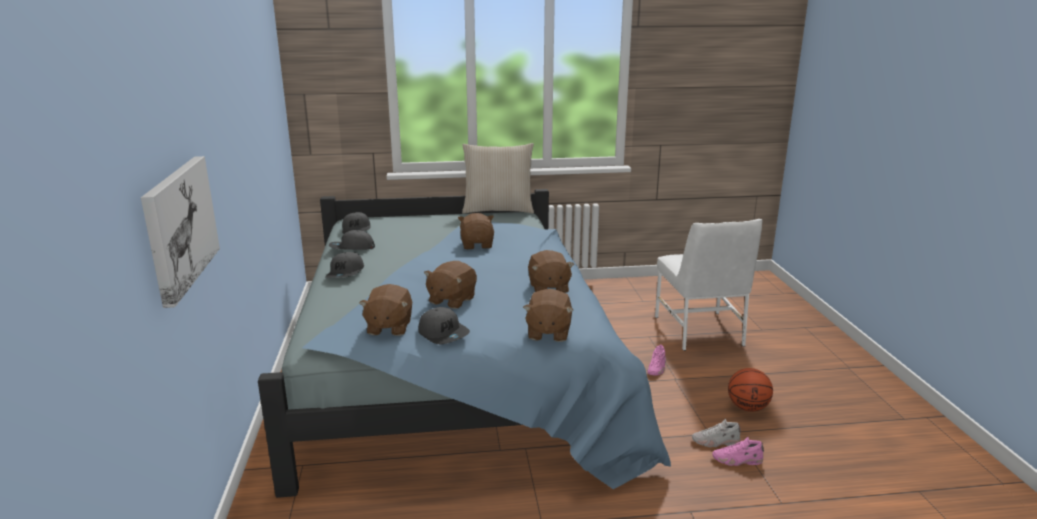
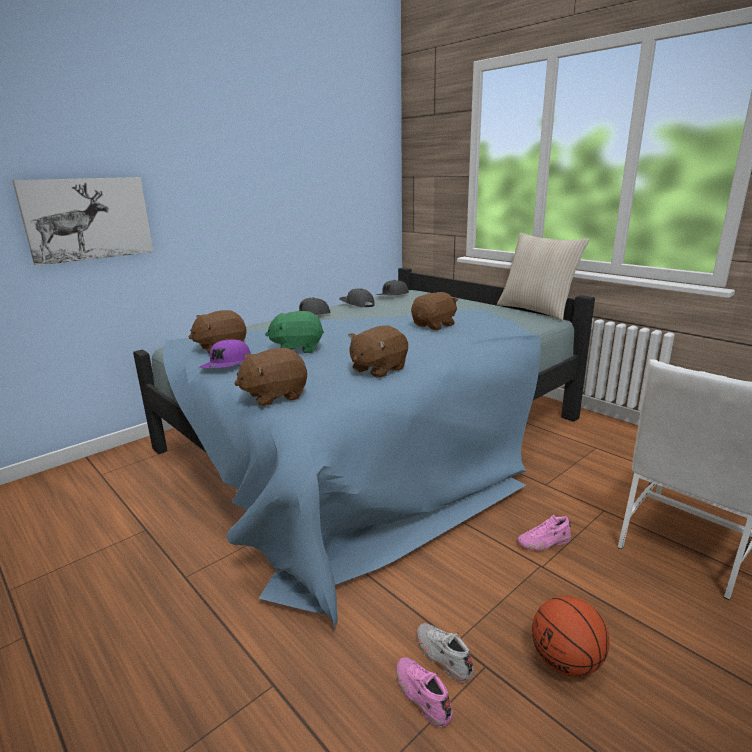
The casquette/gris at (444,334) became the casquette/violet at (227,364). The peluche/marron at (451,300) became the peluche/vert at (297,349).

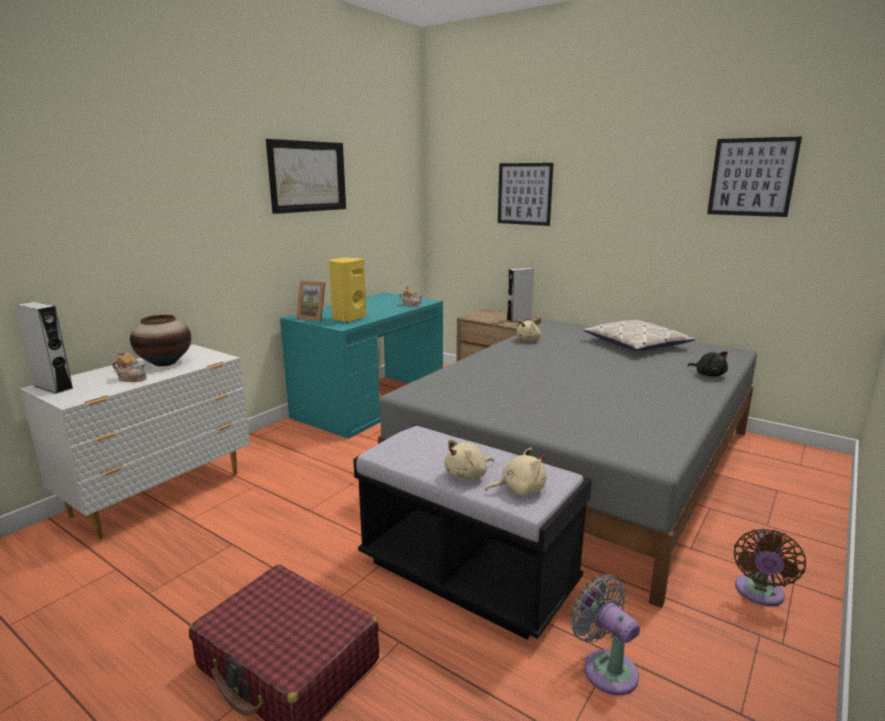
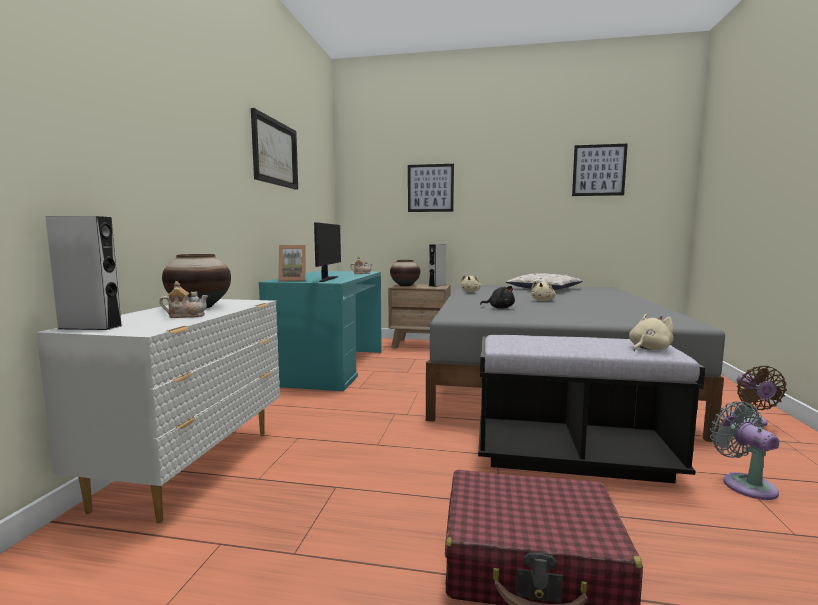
The vase at (405,286) appeared. The peluche/beige moved from (468,475) to (543,300). The peluche/noir moved from (708,375) to (499,308). The enceinte/jaune at (348,318) was replaced by the écran d'ordinateur at (327,279). The ventilateur/gris at (605,667) turned 45 degrees clockwise.

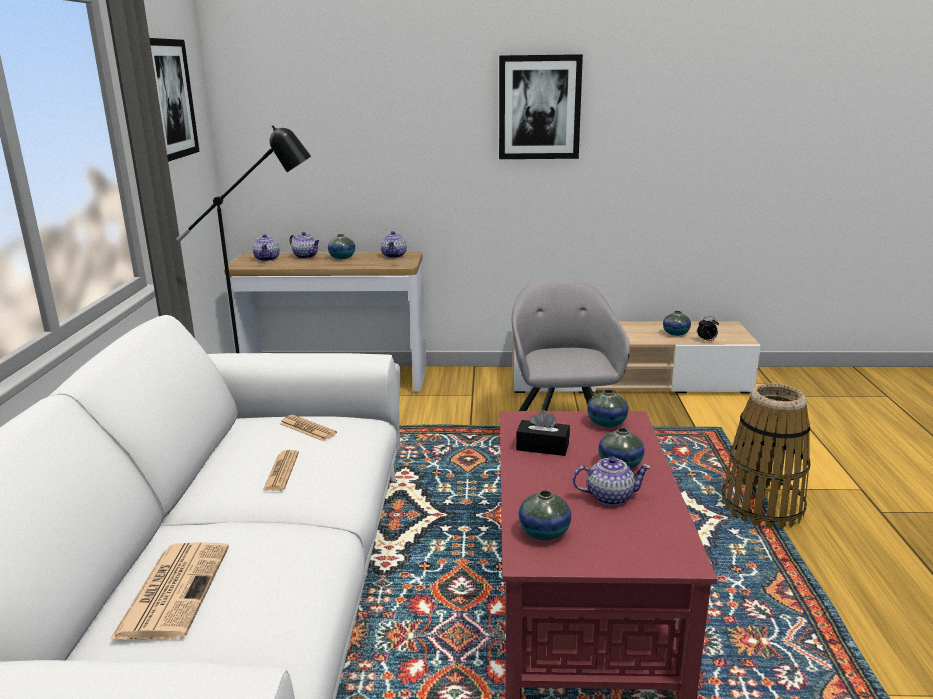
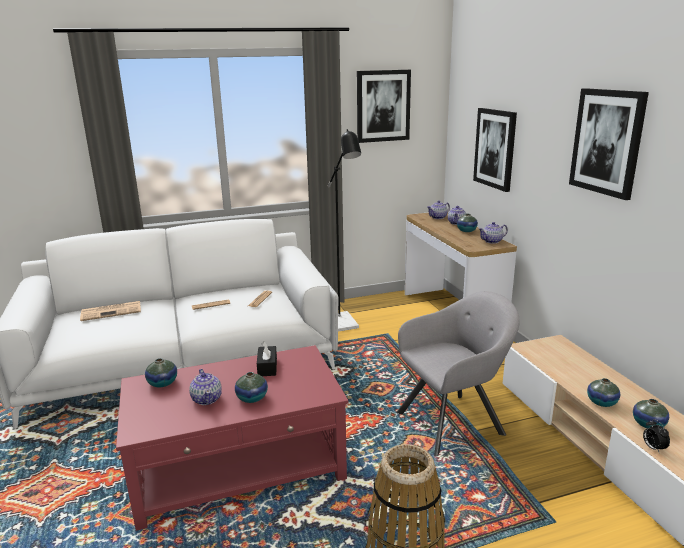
The tableau at (495,148) appeared. The vase moved from (606,423) to (601,402).

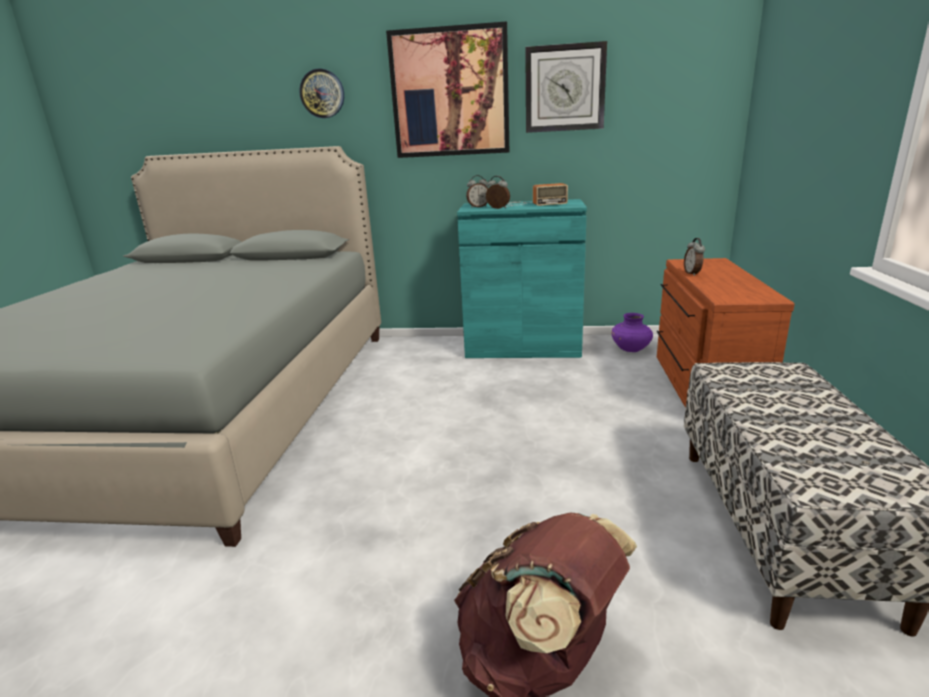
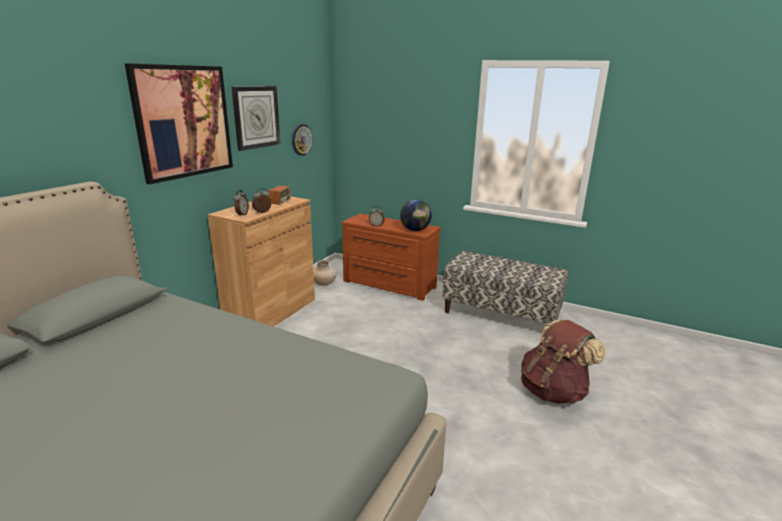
The globe at (415,230) appeared. The horloge murale moved from (322,93) to (301,139). The meuble de rangement/turquoise at (522,347) became the meuble de rangement/marron at (271,312). The vase/violet at (631,349) became the vase/beige at (324,283).

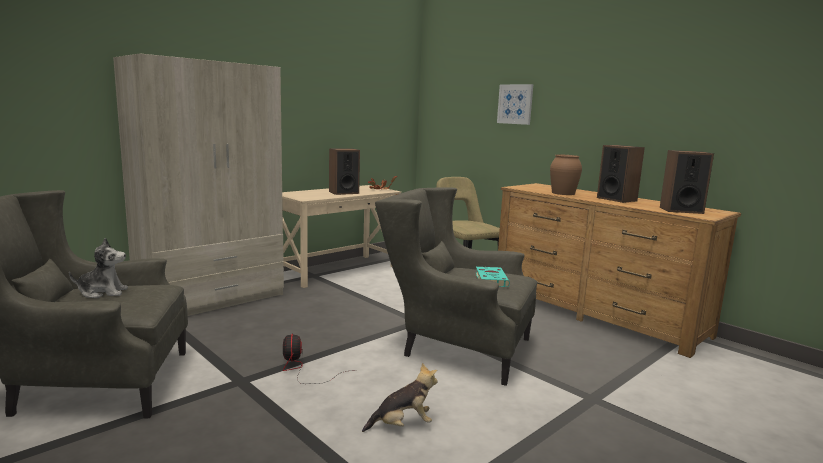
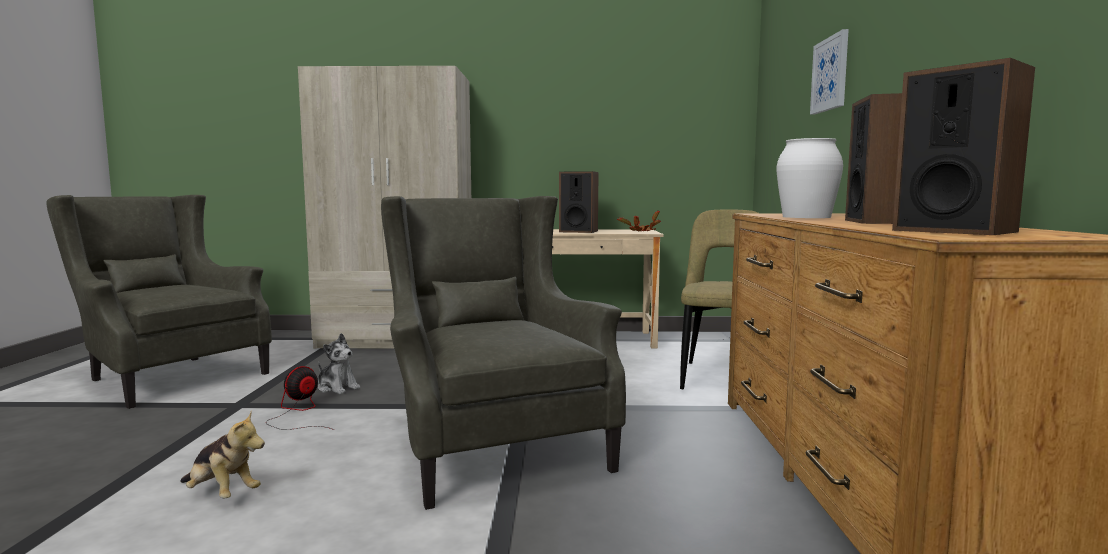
The livre/turquoise at (491,279) disappeared. The peluche moved from (103,292) to (337,388). The vase/marron at (563,193) became the vase/blanc at (807,217).

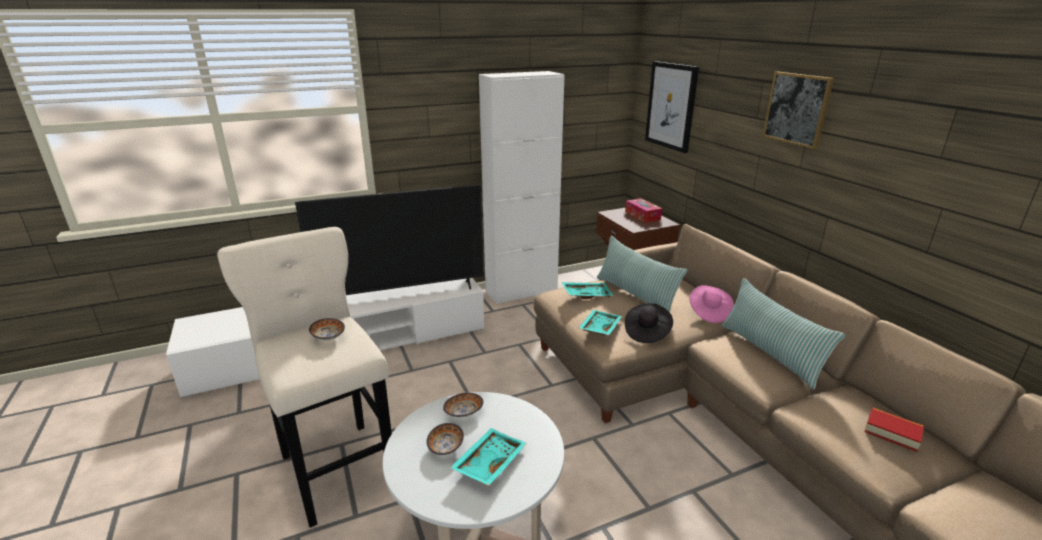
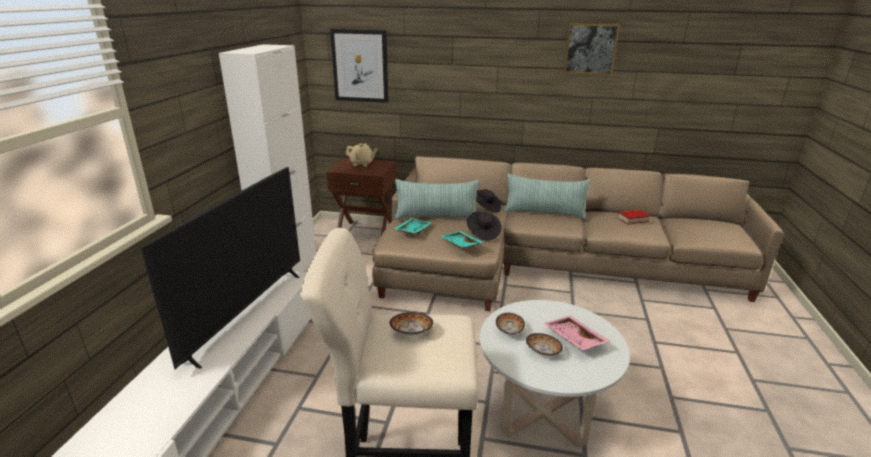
The tableau moved from (797,109) to (590,49). The boîte à mouchoirs at (642,215) was replaced by the théière/beige at (362,163). The plateau/turquoise at (488,463) became the plateau/rose at (573,339). The chapeau/rose at (709,312) became the chapeau/noir at (486,208).

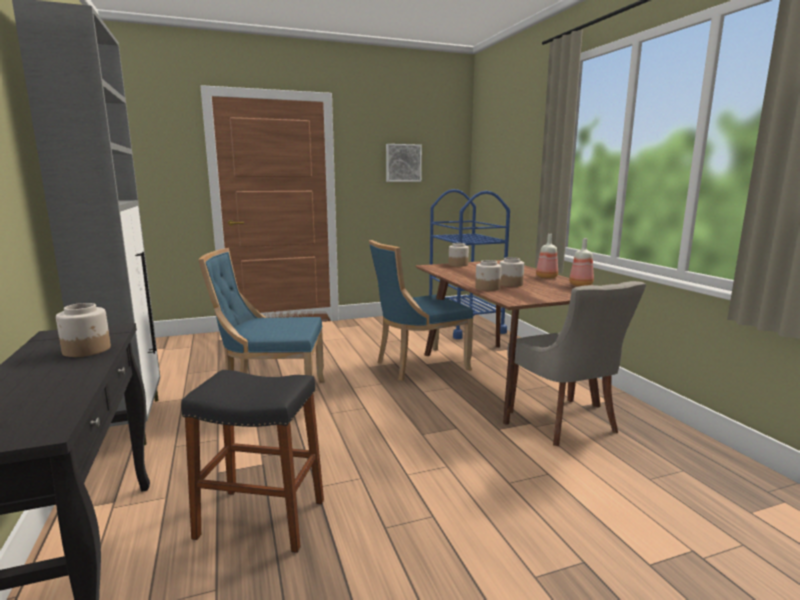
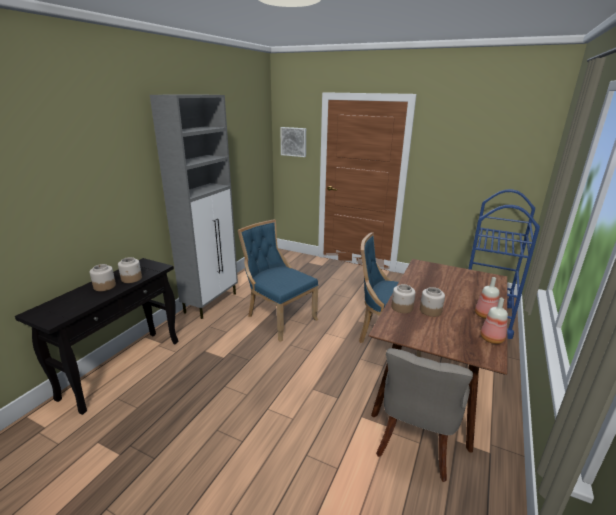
The tabouret/noir at (261,518) disappeared. The tableau moved from (403,163) to (294,141). The bocal moved from (458,264) to (104,286).

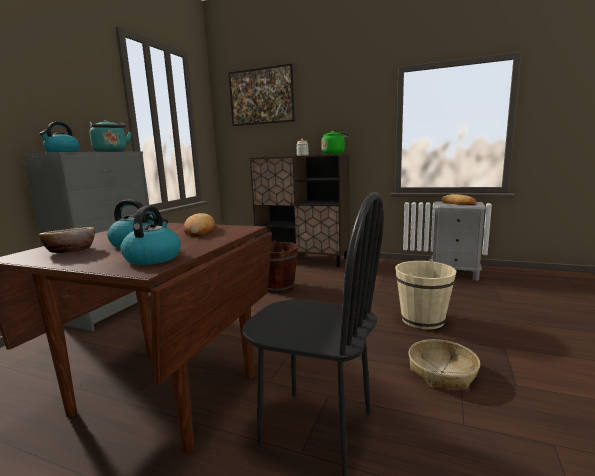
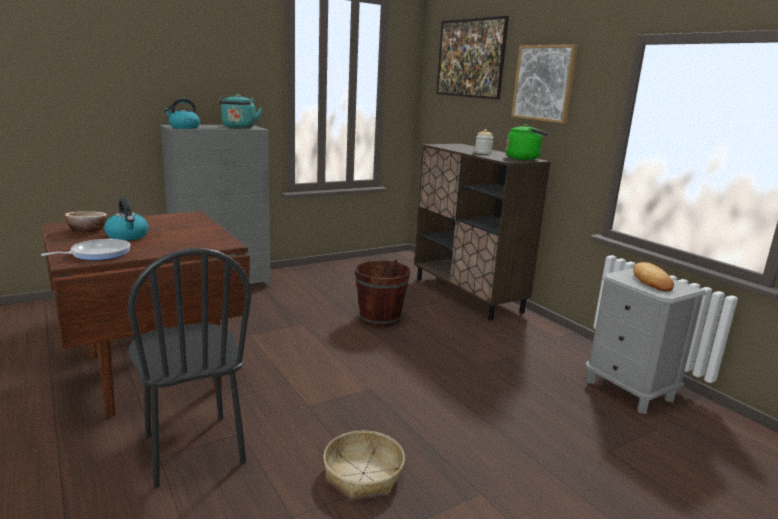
The pain at (199,230) disappeared. The seau/beige at (422,319) disappeared. The tableau at (544,83) appeared. The bouilloire at (153,258) was replaced by the poêle at (97,254).

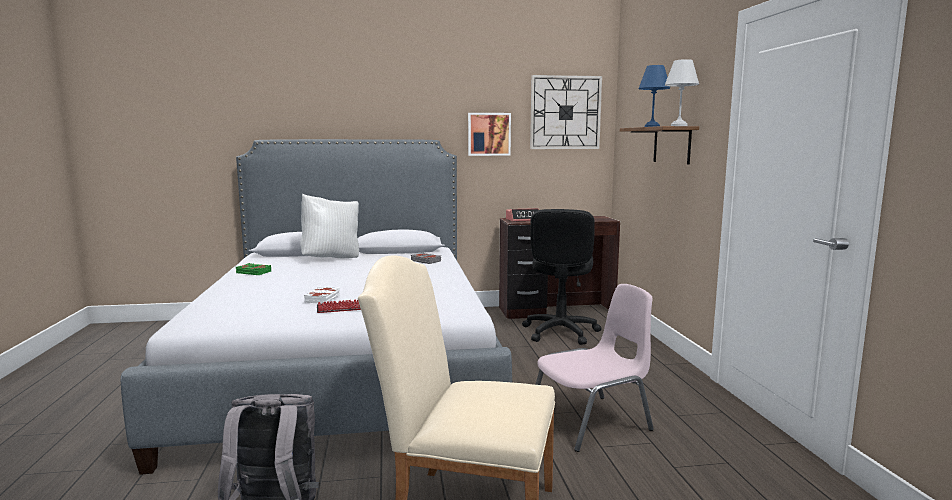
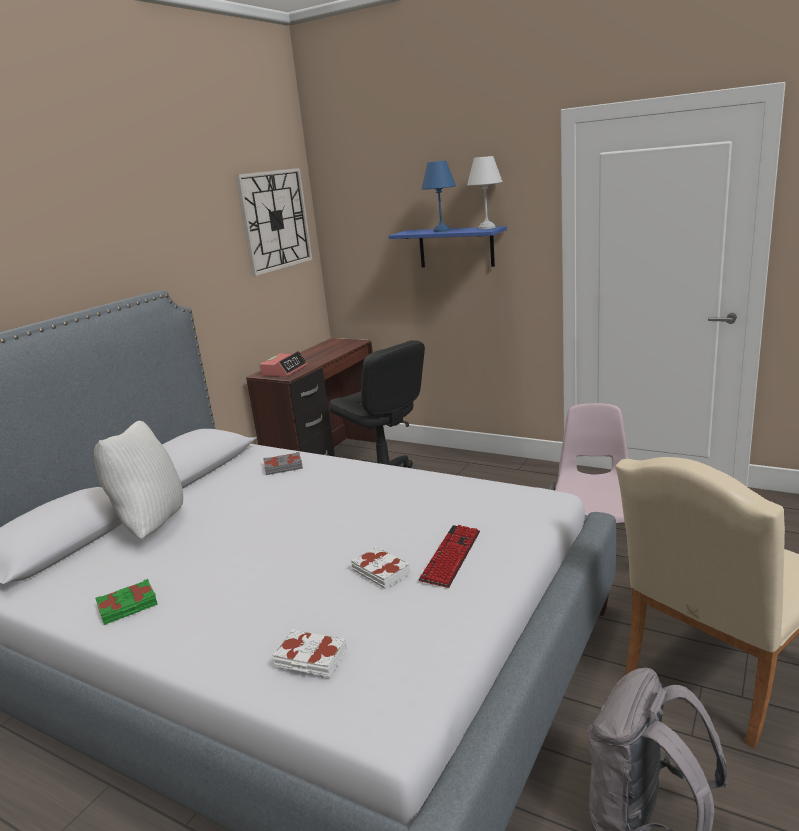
The tableau at (489,134) disappeared. The livre/blanc at (311,659) appeared. The étagère/marron at (672,145) became the étagère/bleu at (456,247).

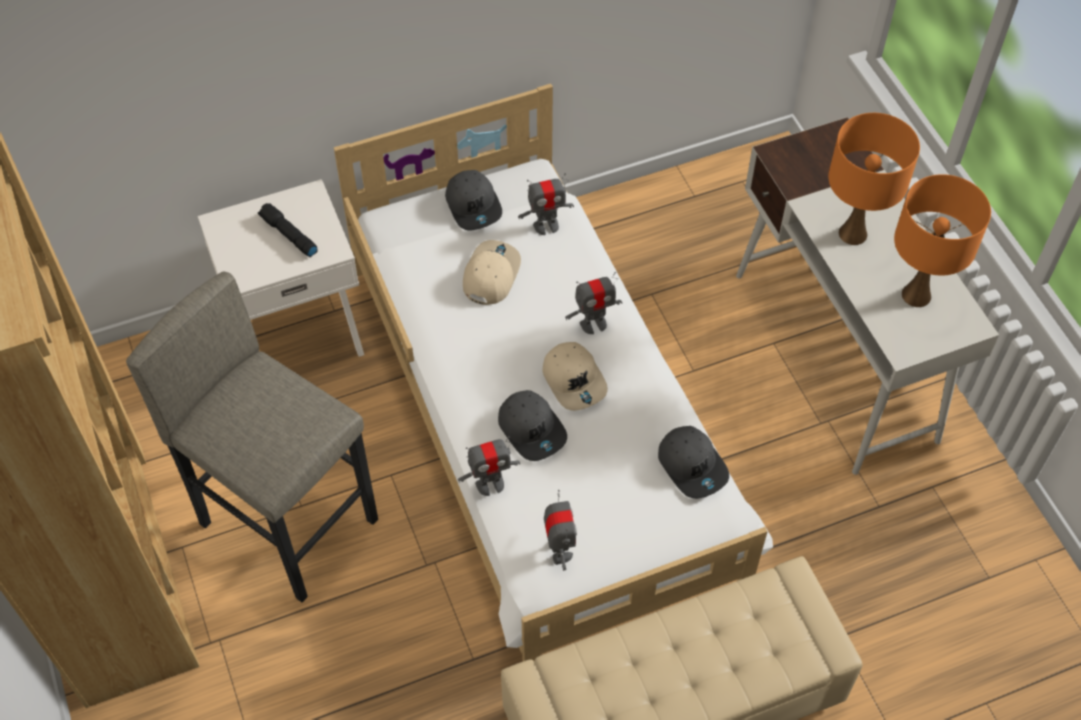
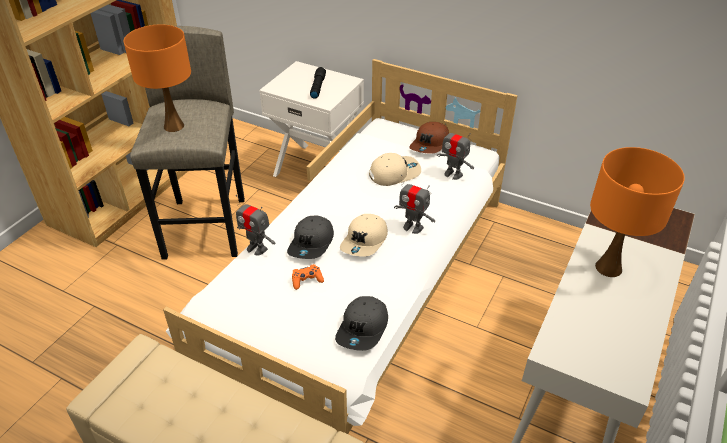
The robot jouet at (559,550) disappeared. The manette/orange at (307,280) appeared. The lampe de table/orange moved from (916,295) to (173,126). The casquette/gris at (474,205) became the casquette/marron at (430,144).

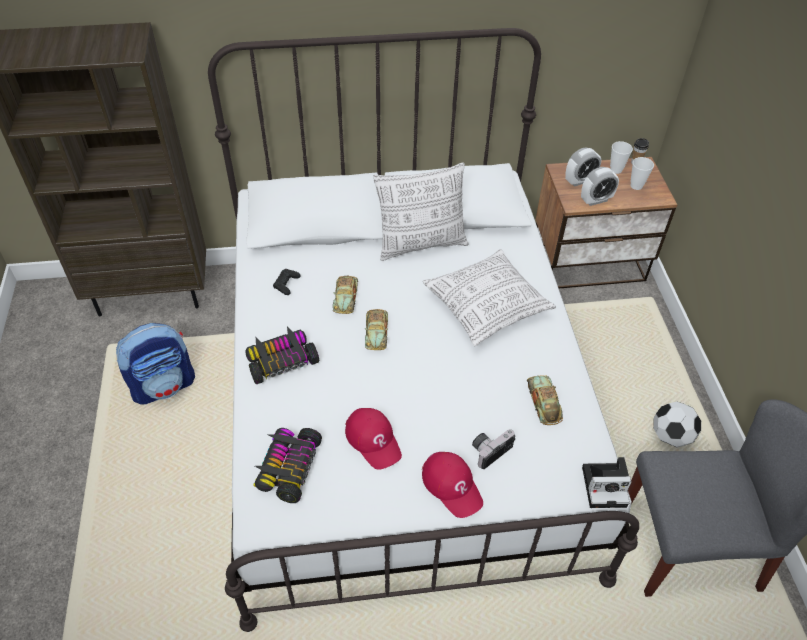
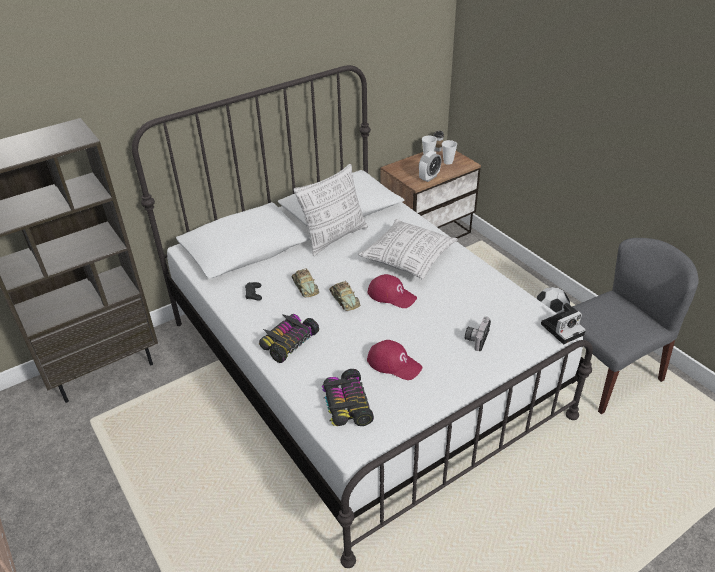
The sac à dos at (164,385) disappeared. The petite voiture at (544,402) disappeared. The réveil at (579,181) disappeared. The casquette/rouge moved from (452,485) to (392,295).

